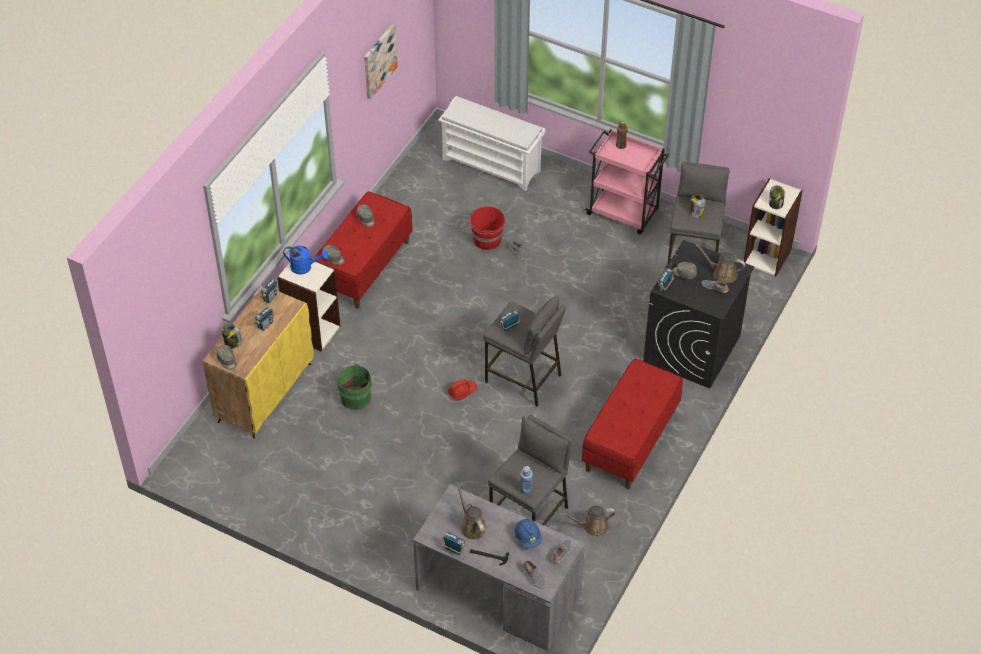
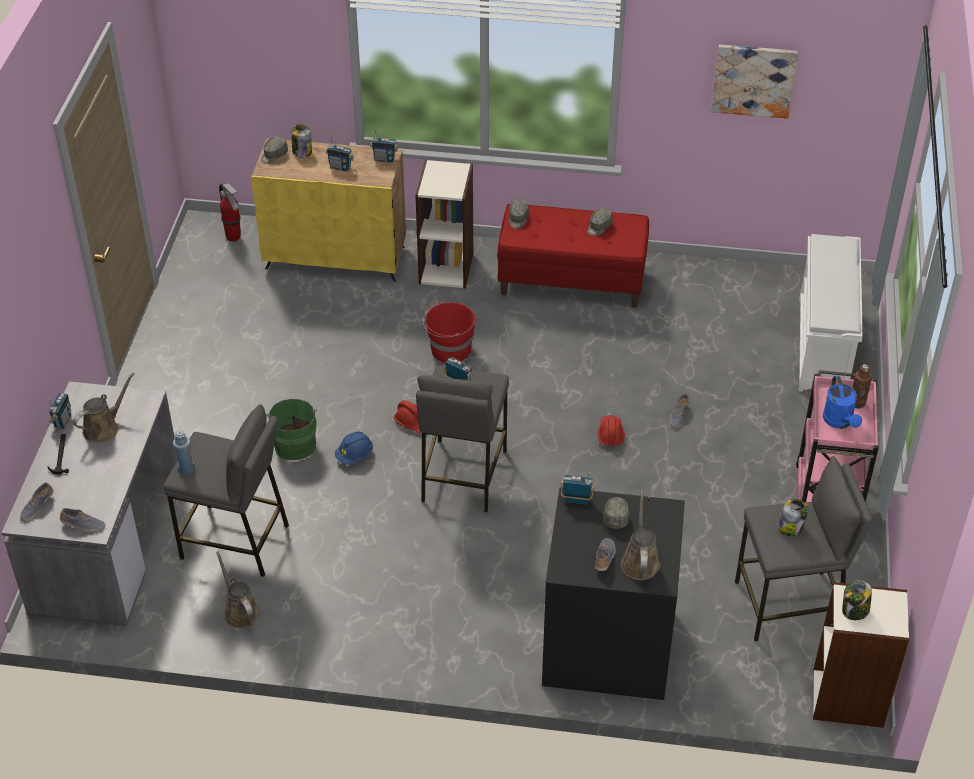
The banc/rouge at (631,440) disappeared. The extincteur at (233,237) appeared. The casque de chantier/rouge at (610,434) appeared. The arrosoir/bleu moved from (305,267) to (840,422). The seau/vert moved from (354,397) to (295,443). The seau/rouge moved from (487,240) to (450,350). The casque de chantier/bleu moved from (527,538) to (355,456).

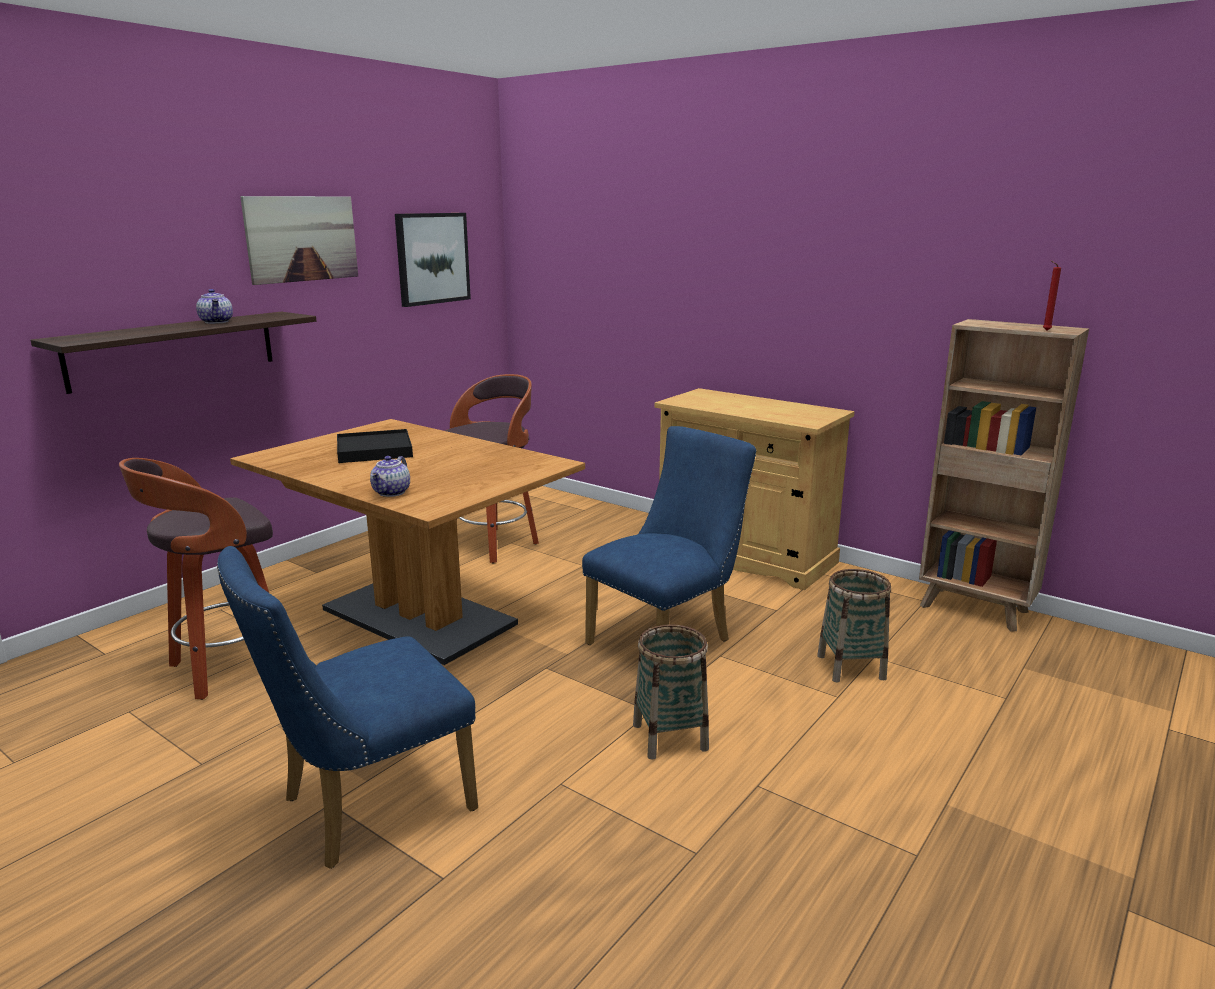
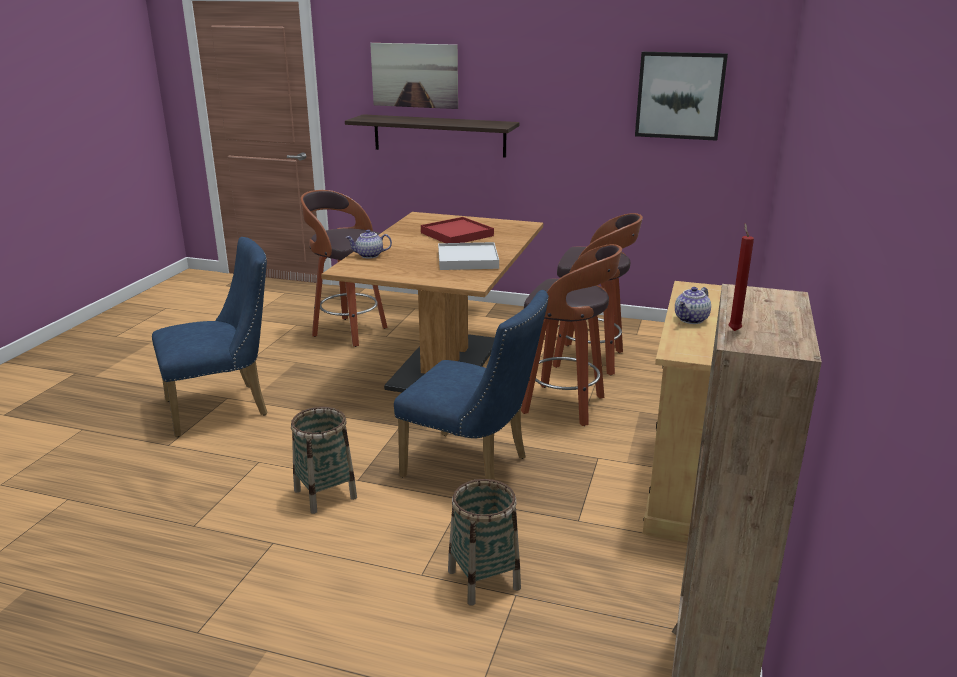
The plateau/blanc at (468,260) appeared. The tabouret at (566,406) appeared. The théière moved from (217,322) to (691,320). The tableau moved from (302,238) to (414,75). The plateau/noir at (374,450) became the plateau/rouge at (456,234). The chaise/bleu at (365,807) turned 120 degrees clockwise.

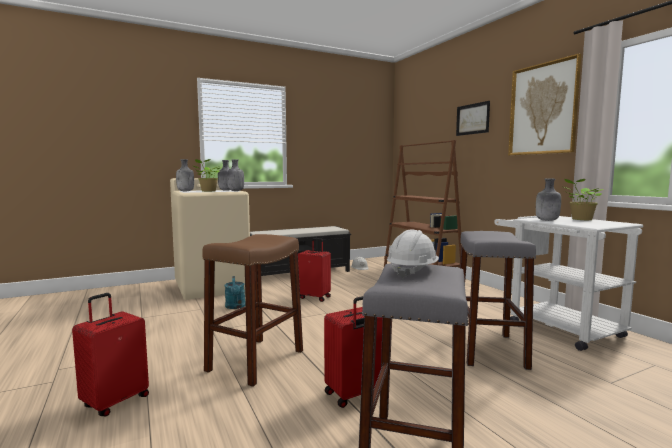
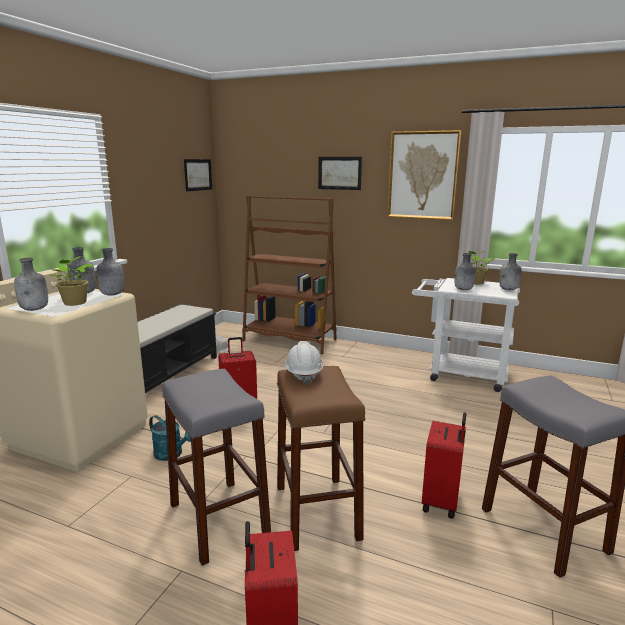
The tableau at (198,174) appeared. The bouteille/gris at (508,289) appeared. The casque de chantier/blanc moved from (412,272) to (303,374). The tabouret/gris moved from (489,349) to (218,519).

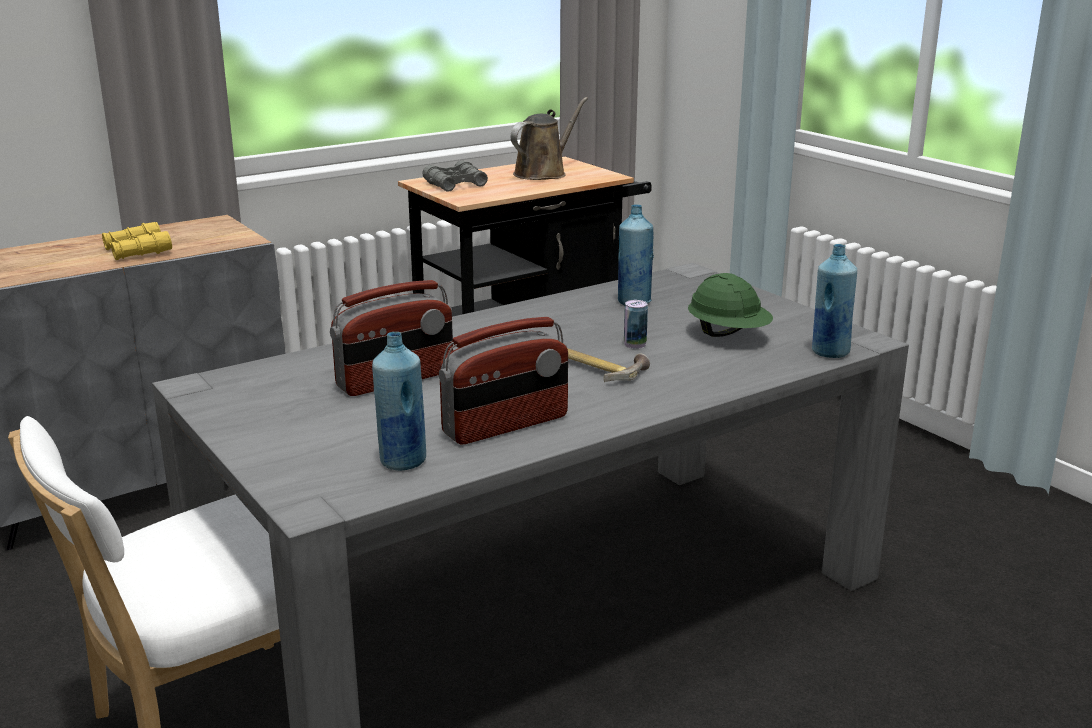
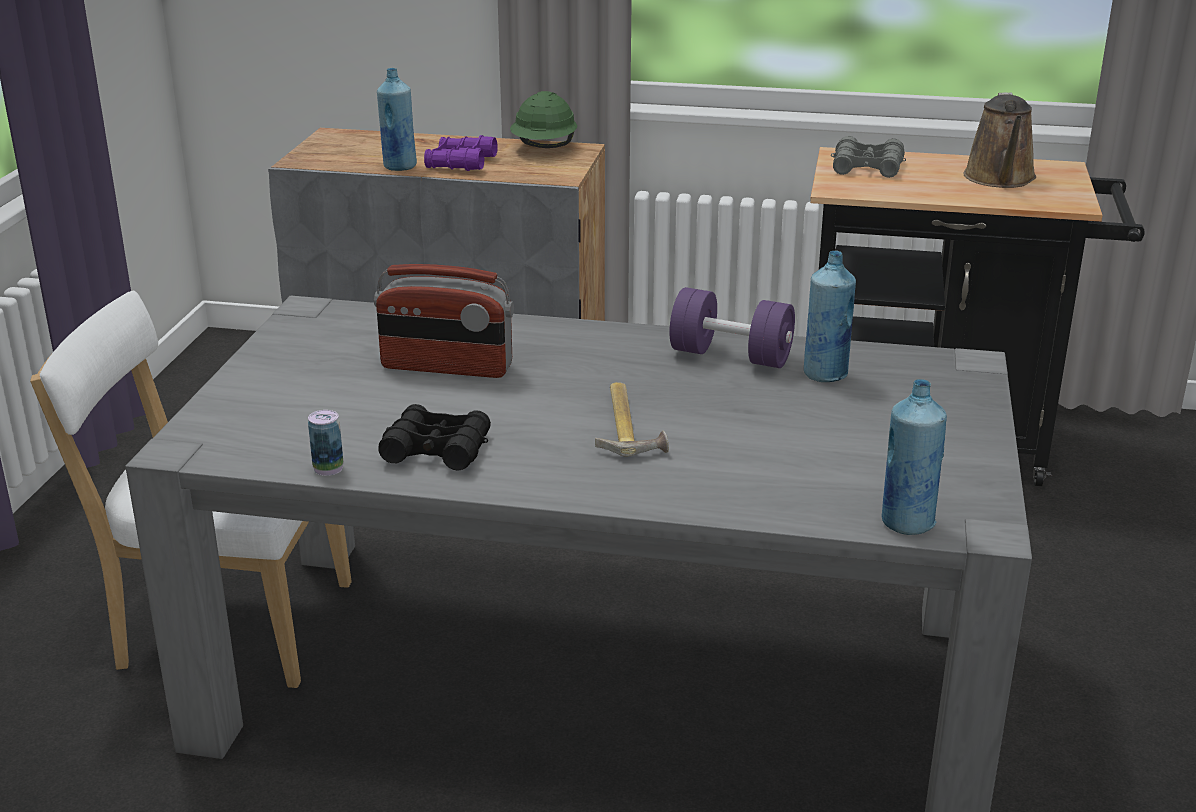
The haltère/violet at (730,356) appeared. The bouteille/bleu moved from (402,461) to (399,166). The boîte métallique moved from (635,344) to (328,468). The casque de chantier/vert moved from (728,335) to (544,148). The radio at (506,425) was replaced by the jumelles/noir at (436,450). The jumelles/jaune at (137,251) became the jumelles/violet at (461,163). The arrosoir/marron at (543,173) turned 105 degrees clockwise.

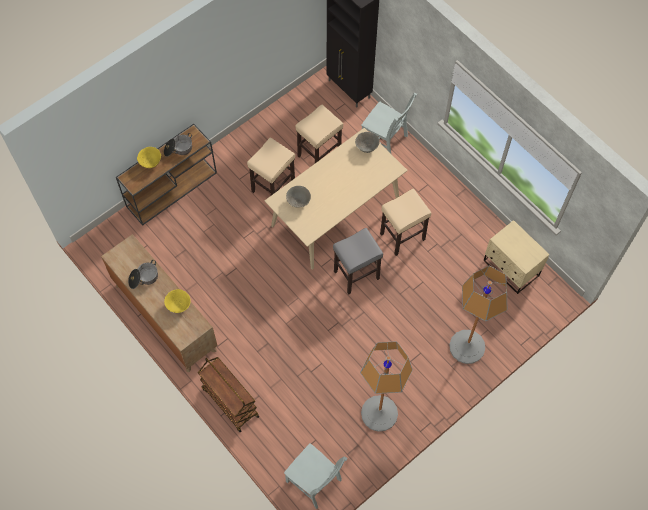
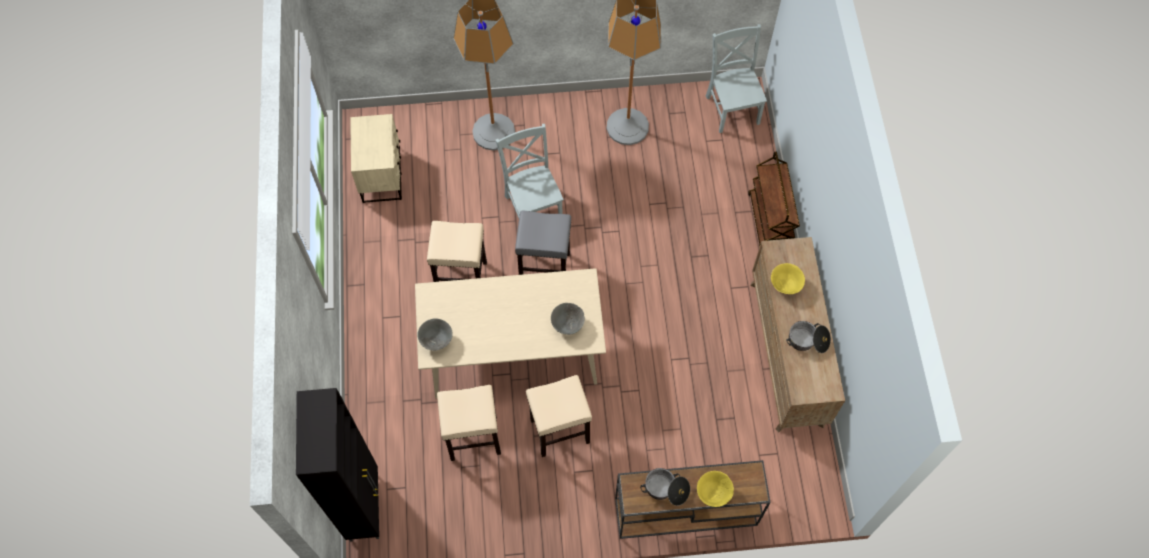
The chaise/gris moved from (386,140) to (533,205).

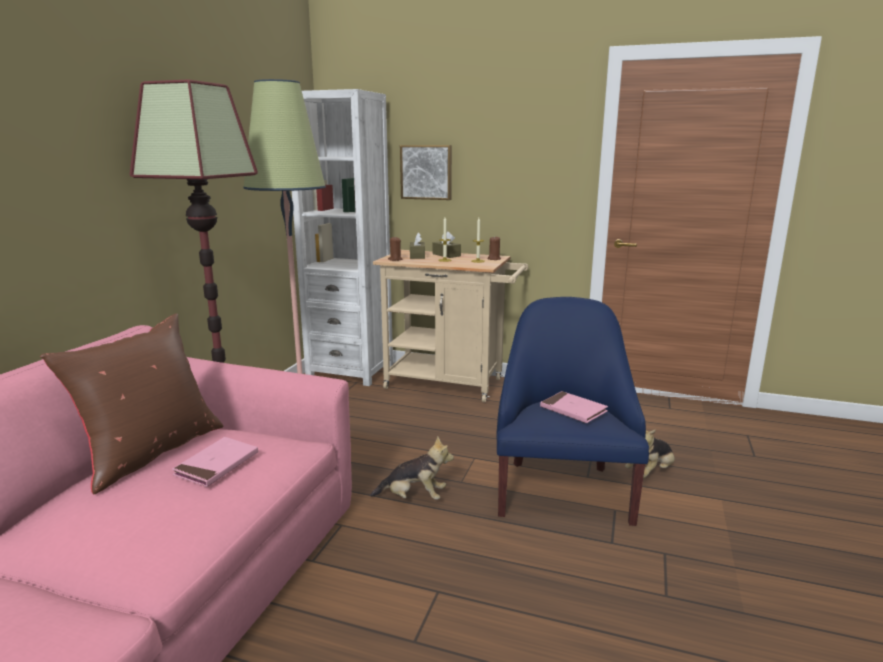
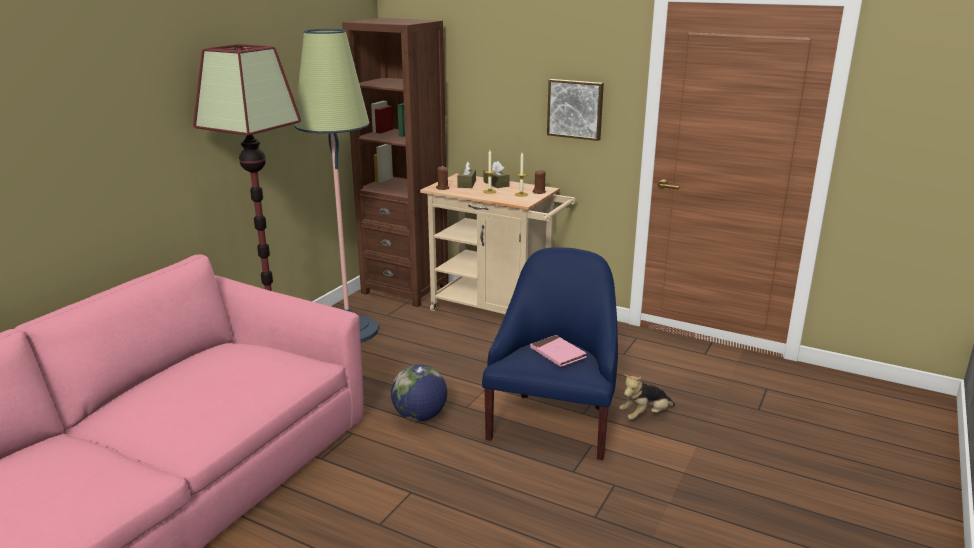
The coussin/marron at (151,452) disappeared. The livre/rose at (217,465) disappeared. The tableau moved from (426,172) to (575,109). The peluche at (414,497) was replaced by the globe at (420,416). The bibliothèque/blanc at (350,371) became the bibliothèque/marron at (405,289).

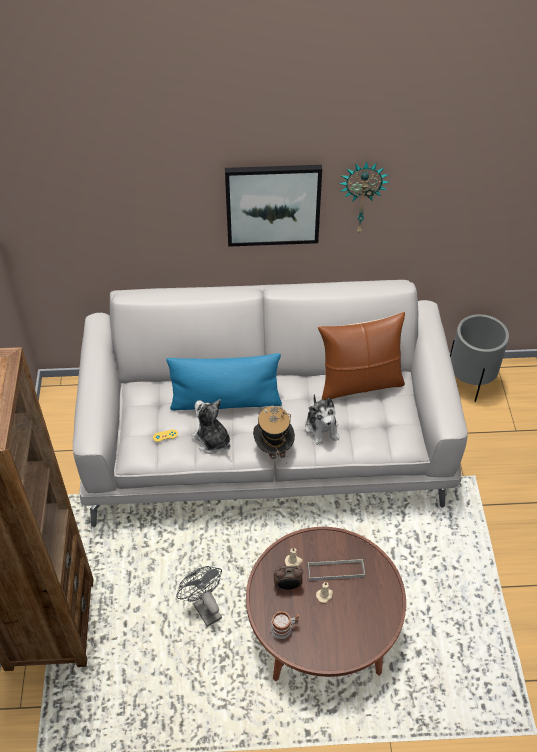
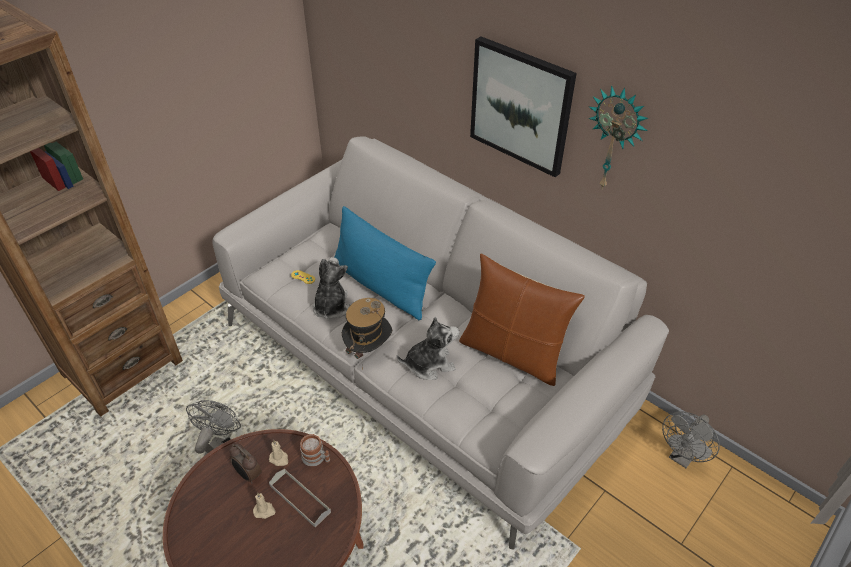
The mug moved from (284,628) to (317,458). The cache-pot/gris at (470,382) was replaced by the ventilateur/gris at (682,457). The peluche at (322,428) turned 135 degrees counterclockwise.

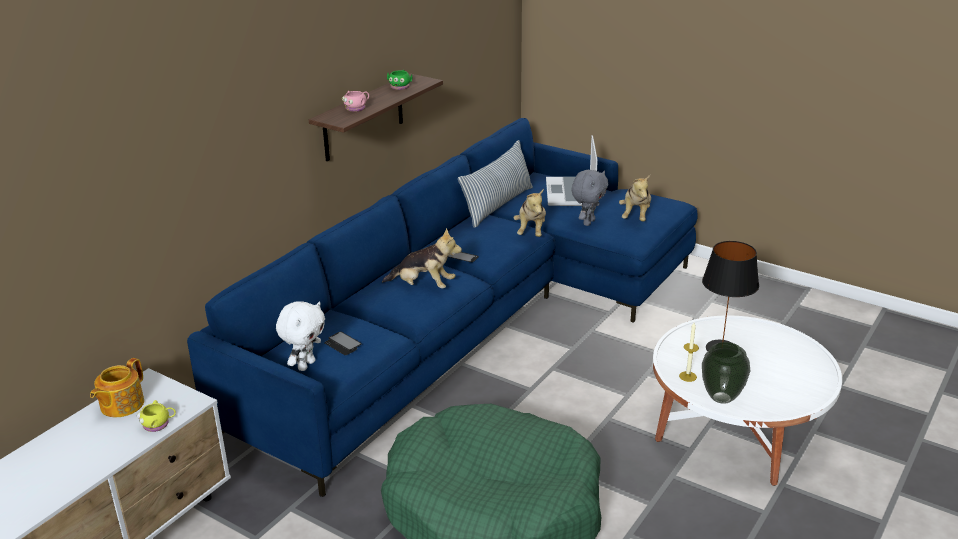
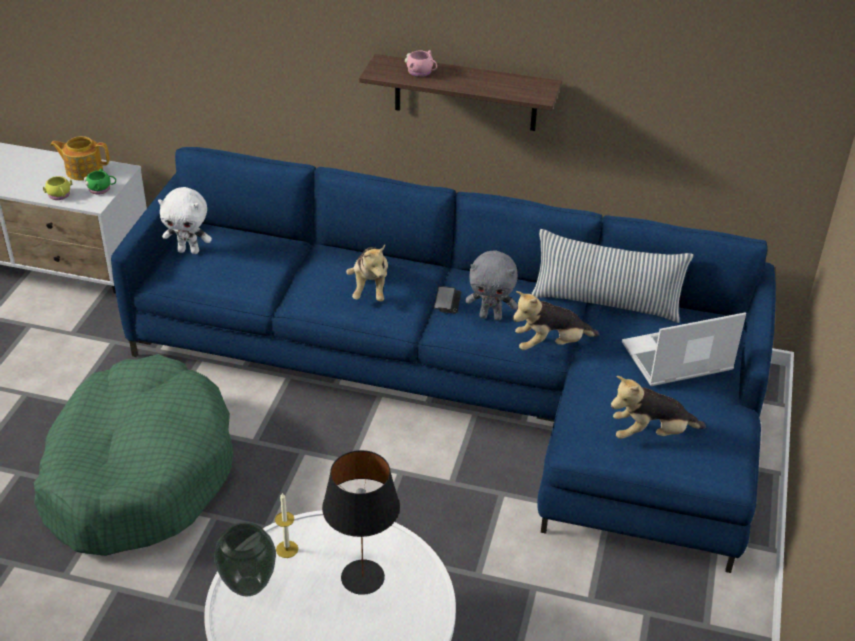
The téléphone at (343,344) disappeared. The mug/vert moved from (400,86) to (101,189). The peluche/gris moved from (588,222) to (491,316).

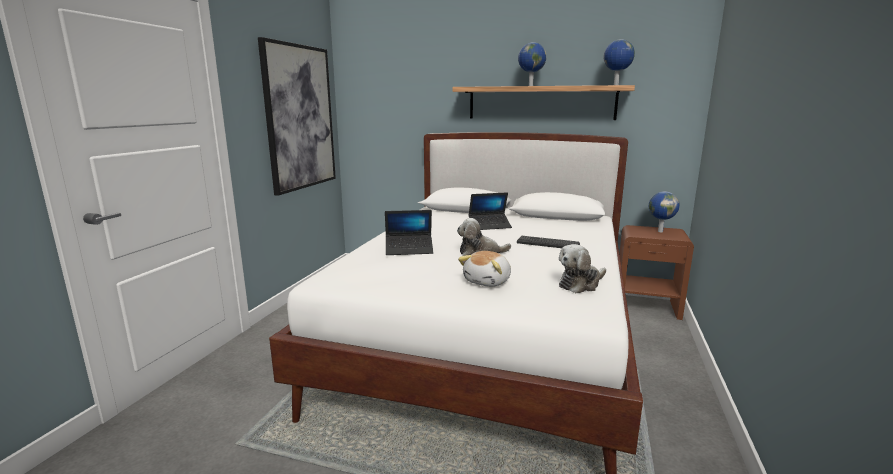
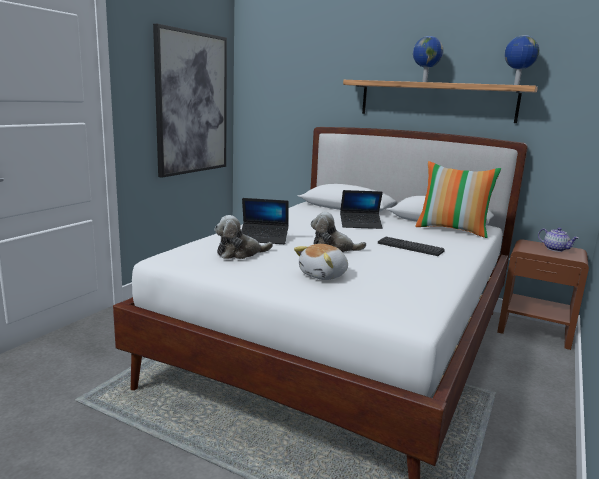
The coussin at (452,230) appeared. The peluche moved from (580,284) to (240,253). The globe at (660,231) was replaced by the théière at (555,249).

